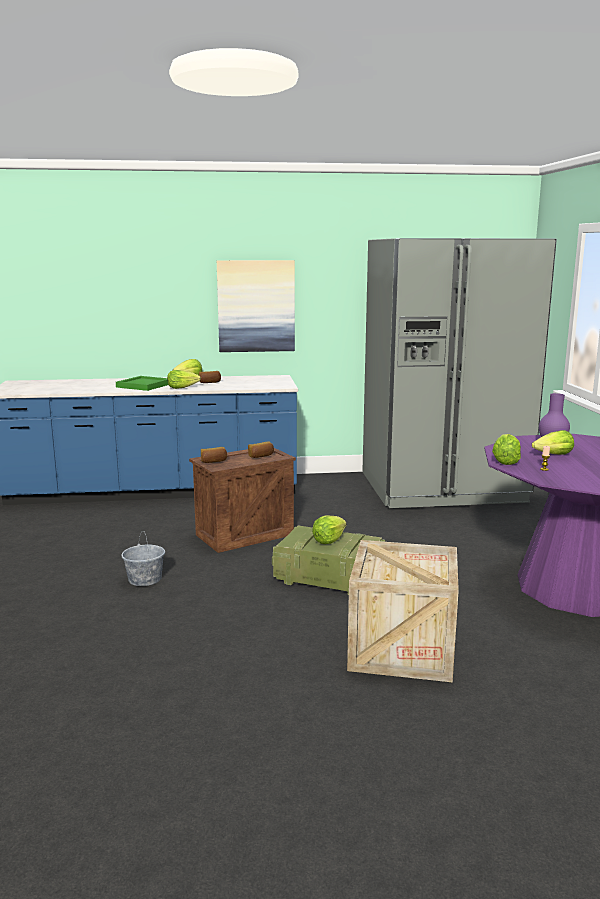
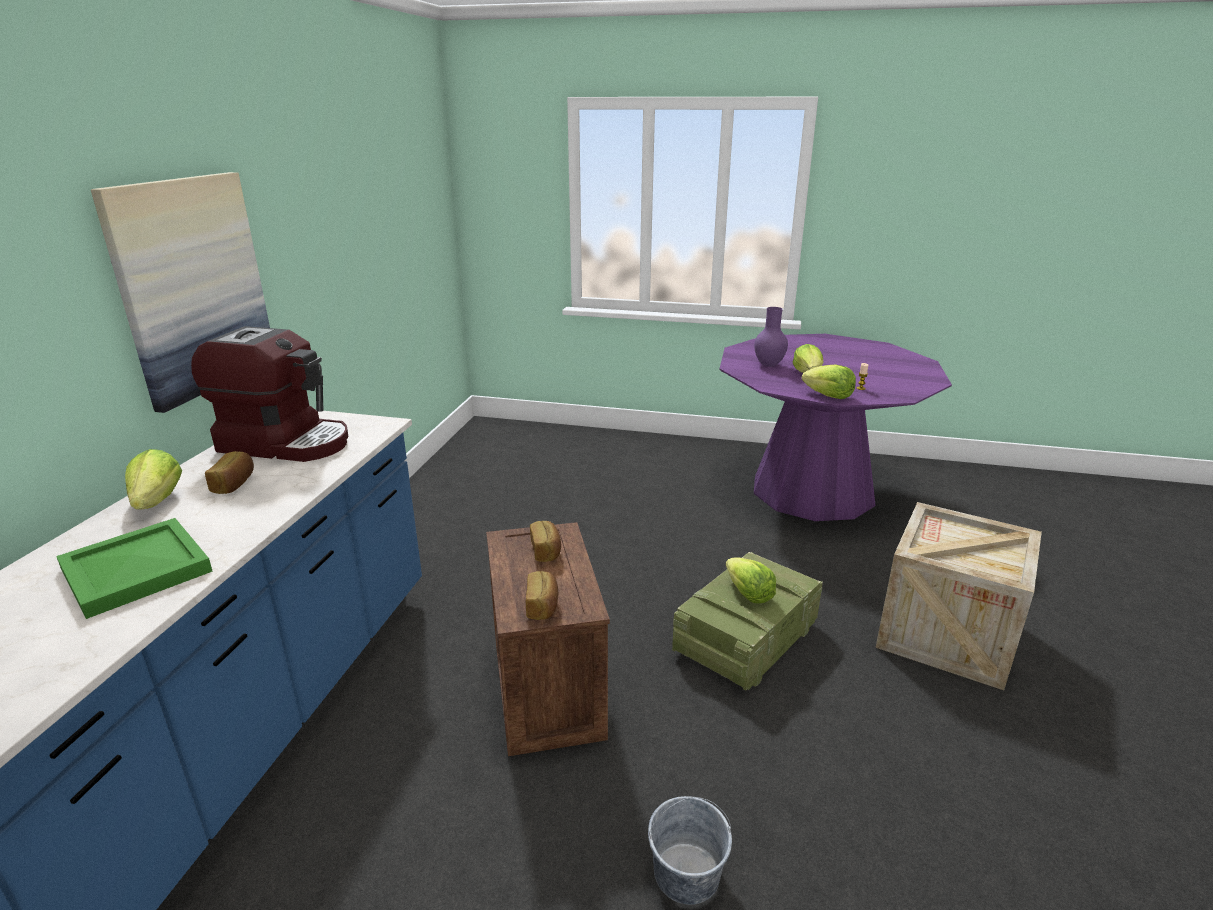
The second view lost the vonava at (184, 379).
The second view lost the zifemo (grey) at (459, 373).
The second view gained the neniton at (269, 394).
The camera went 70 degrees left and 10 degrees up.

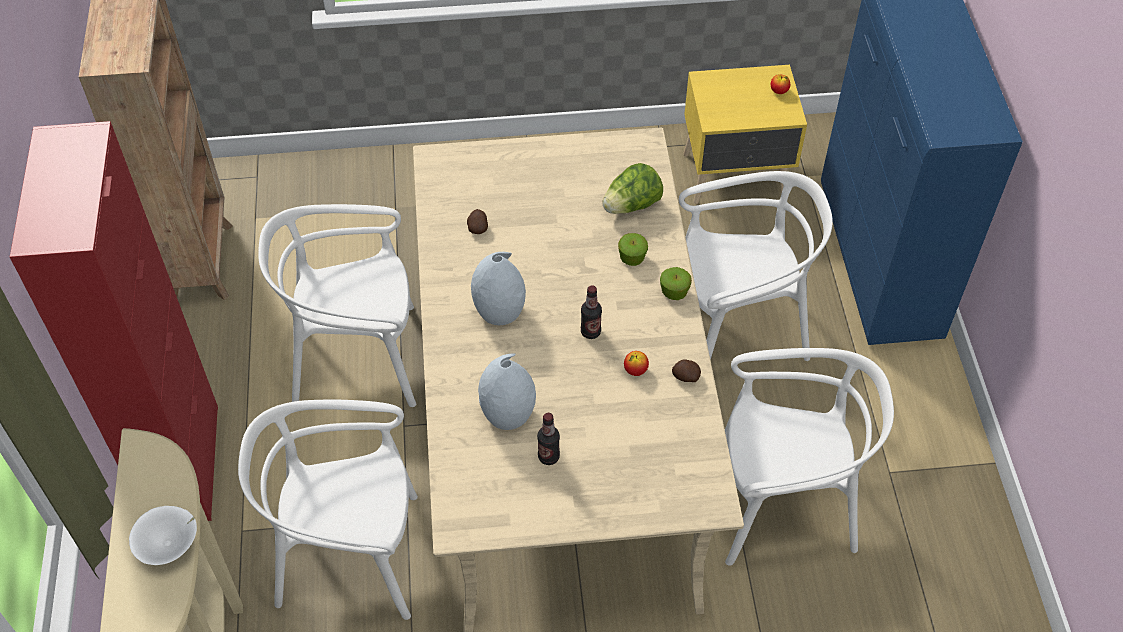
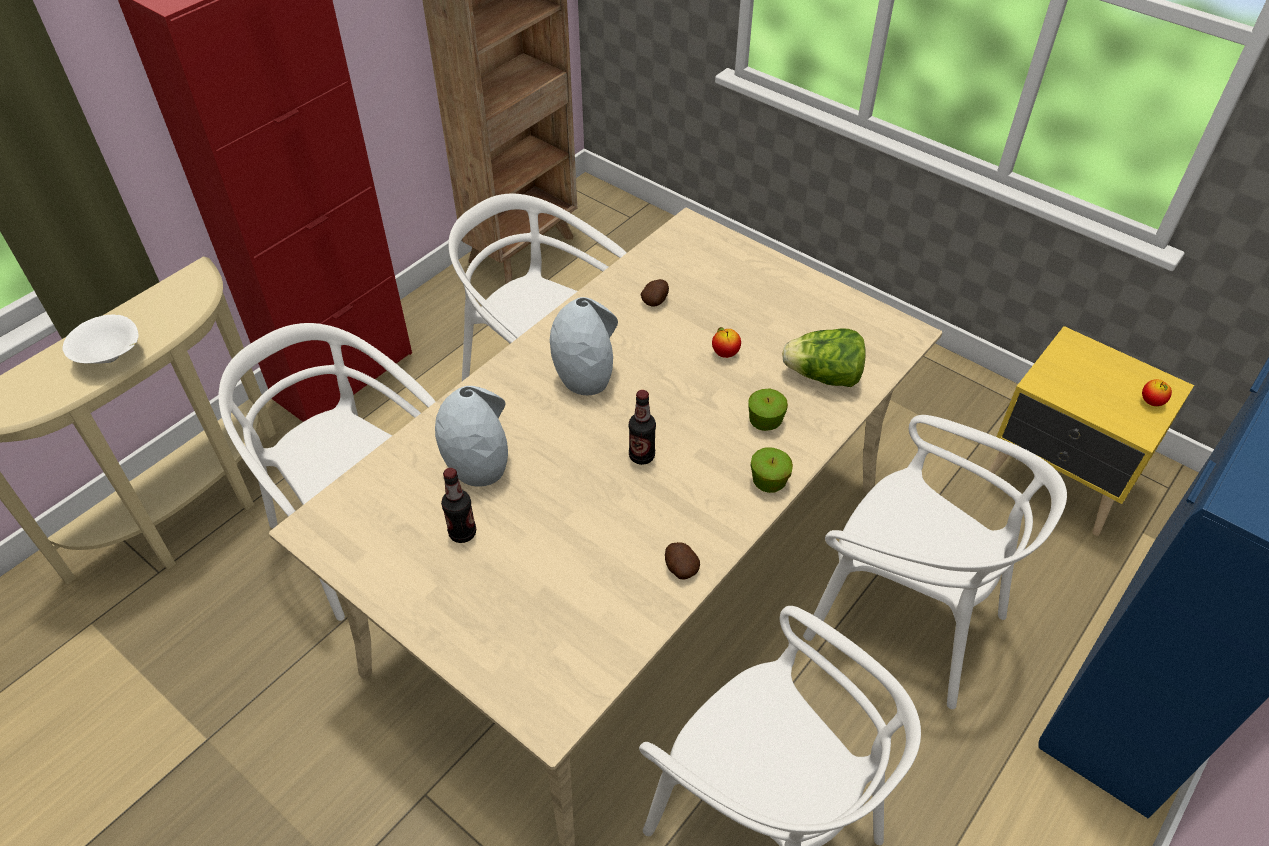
The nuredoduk ended up elsewhere, having gone from (636, 363) to (726, 342).
The camera went 45 degrees right and 5 degrees down.

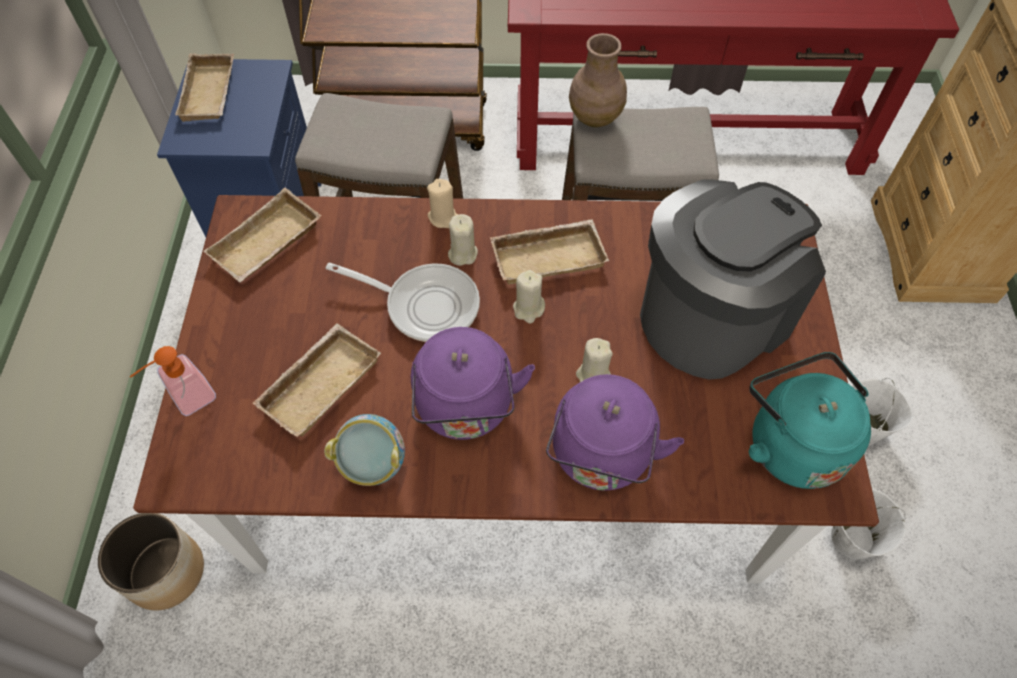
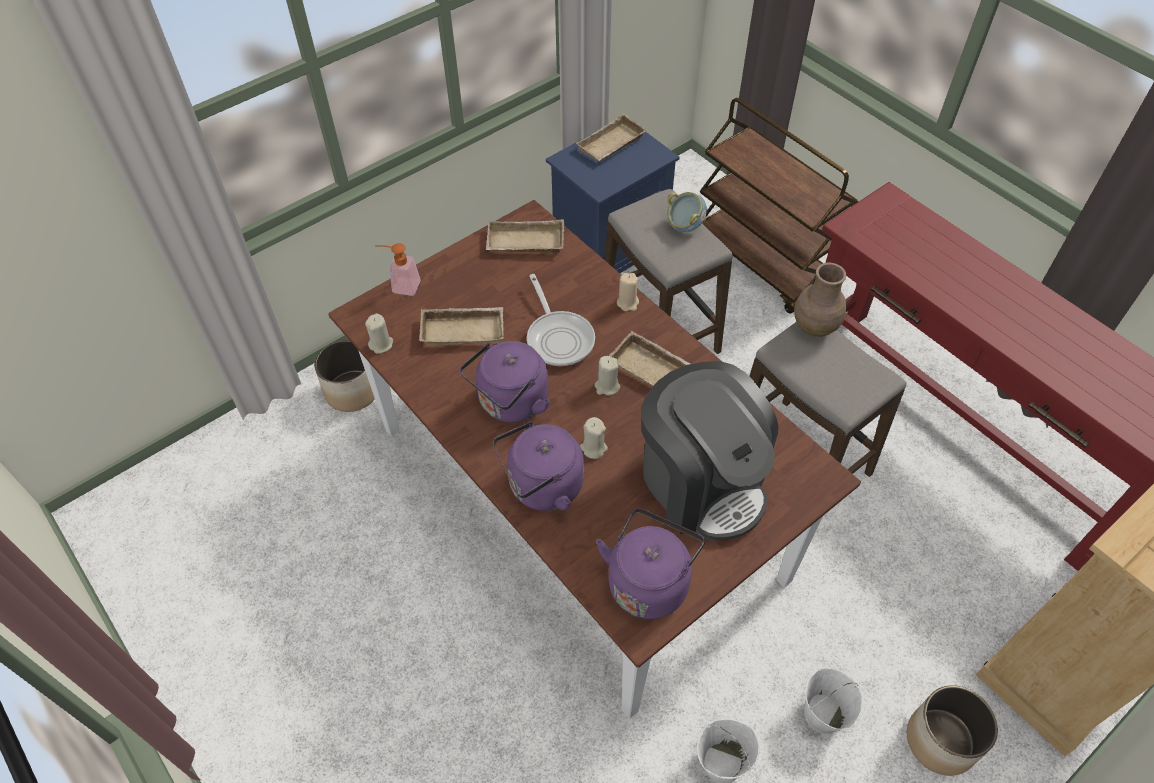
The second view gained the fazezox at (952, 730).
The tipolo ended up elsewhere, having gone from (364, 450) to (687, 212).
The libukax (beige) ended up elsewhere, having gone from (463, 240) to (379, 334).
What was the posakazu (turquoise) at (810, 420) turned into the posakazu (purple) at (650, 563).
The neniton at (733, 279) ended up facing another way, 45 degrees clockwise from before.
The camera went 50 degrees right and 5 degrees down.

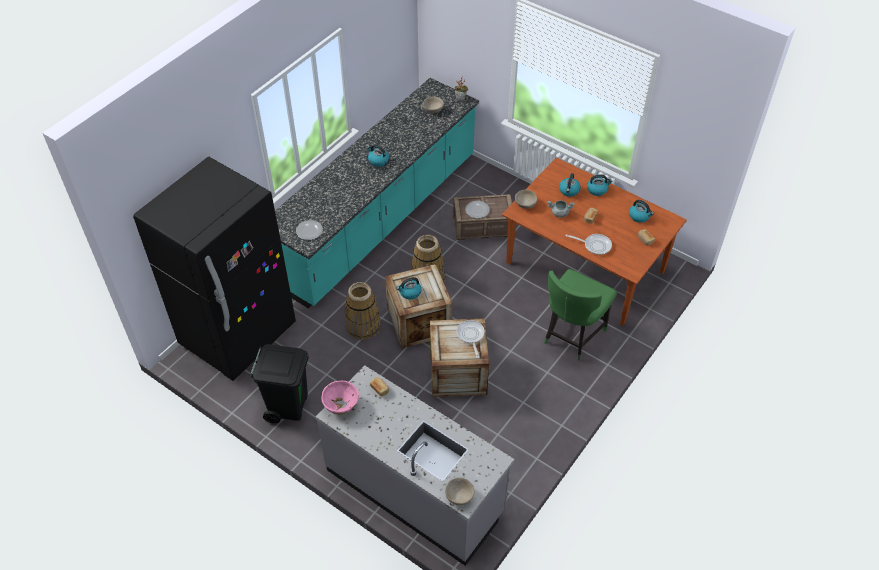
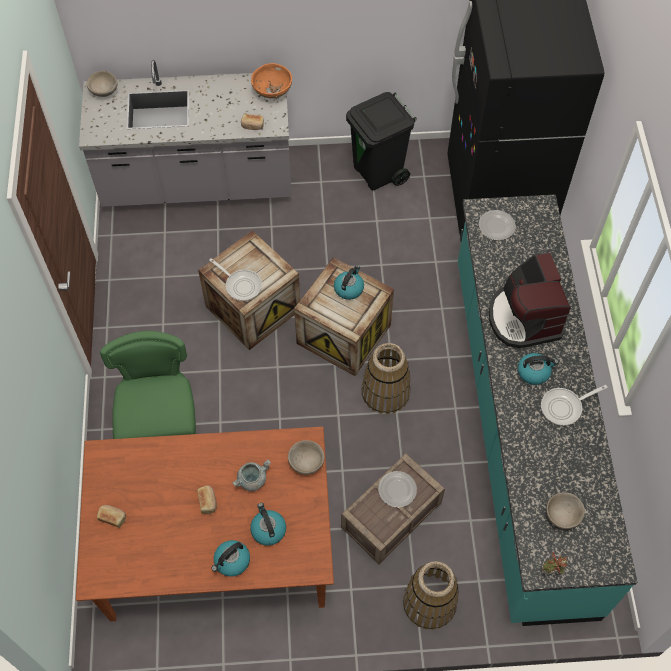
The second view lost the posakazu at (641, 211).
The second view gained the neniton at (530, 300).
The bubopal ended up elsewhere, having gone from (363, 311) to (431, 595).
The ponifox ended up elsewhere, having gone from (589, 244) to (574, 405).
What was the tipolo (pink) at (340, 397) turned into the tipolo (orange) at (271, 80).
The camera went 140 degrees right and 10 degrees up.

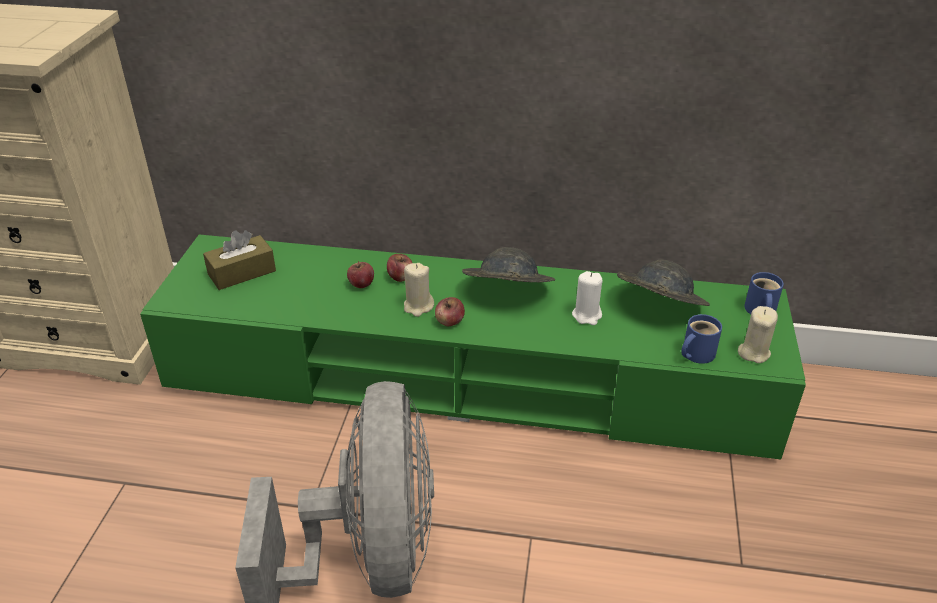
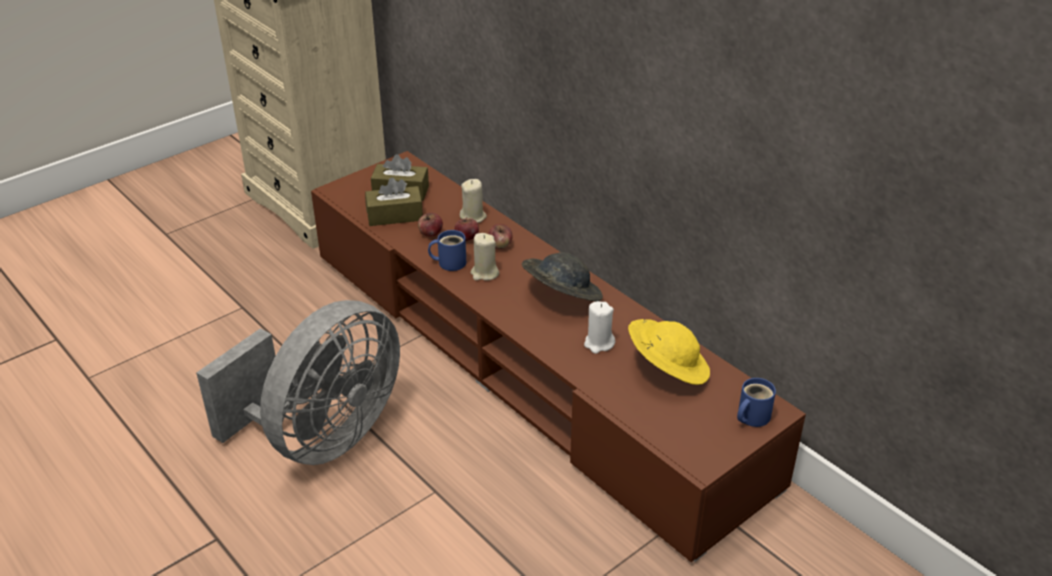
The second view gained the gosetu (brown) at (394, 202).
The nuredoduk ended up elsewhere, having gone from (450, 311) to (430, 225).
The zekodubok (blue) ended up elsewhere, having gone from (701, 339) to (447, 250).
The libukax (beige) ended up elsewhere, having gone from (758, 334) to (473, 201).
What was the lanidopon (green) at (473, 346) turned into the lanidopon (brown) at (558, 356).
What was the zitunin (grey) at (663, 283) turned into the zitunin (yellow) at (669, 352).
The camera went 40 degrees right and 0 degrees up.

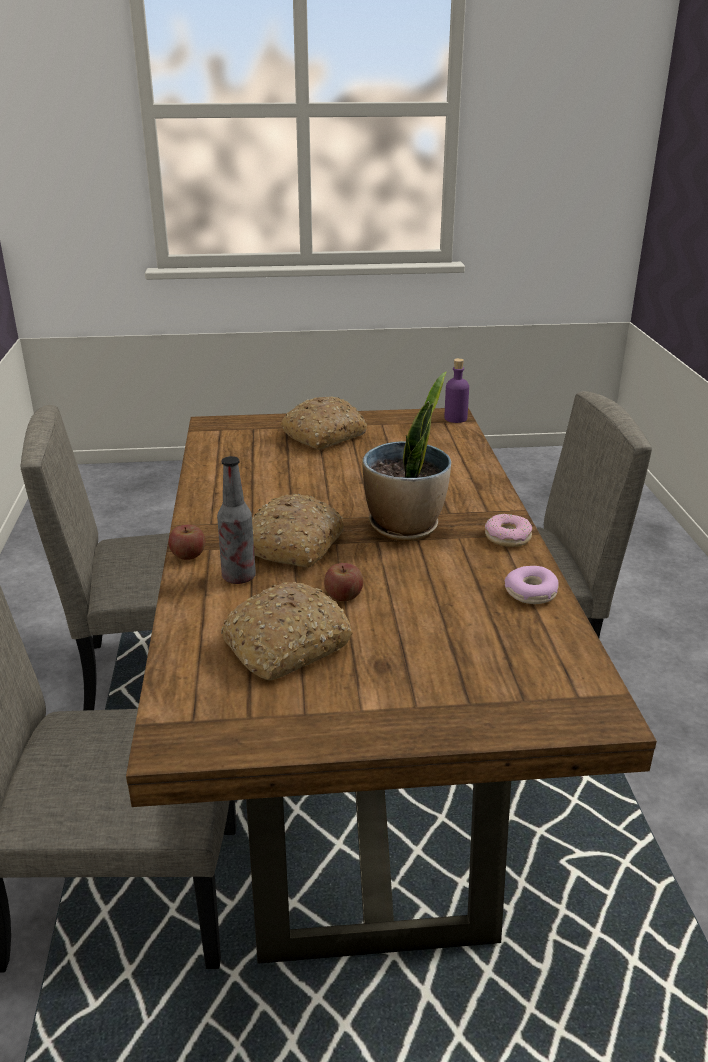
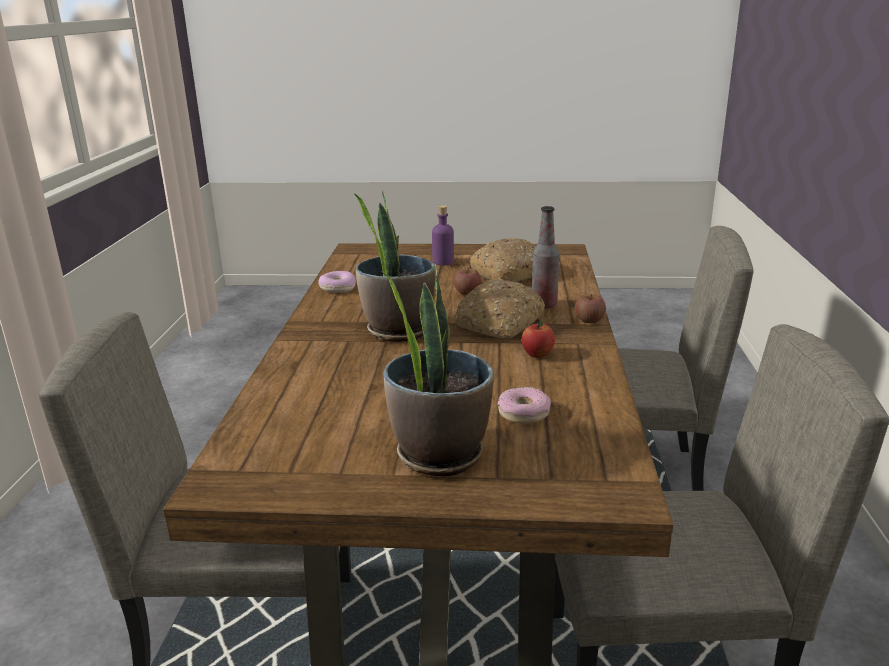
The second view gained the nuredoduk at (538, 339).
The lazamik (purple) ended up elsewhere, having gone from (457, 390) to (443, 235).
The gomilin ended up elsewhere, having gone from (508, 530) to (524, 405).
Where the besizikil stood at (324, 423), the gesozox came to stand at (437, 370).
The camera went 170 degrees left and 5 degrees down.

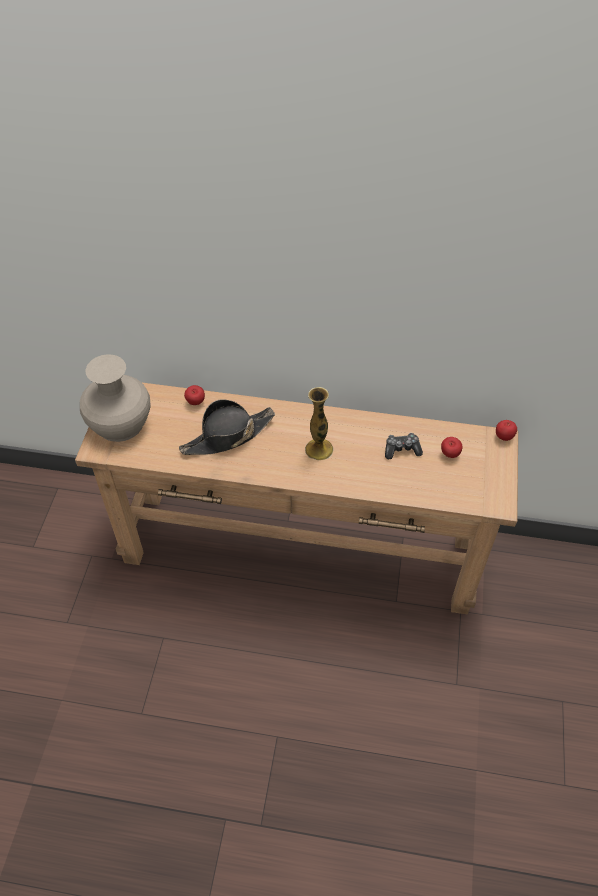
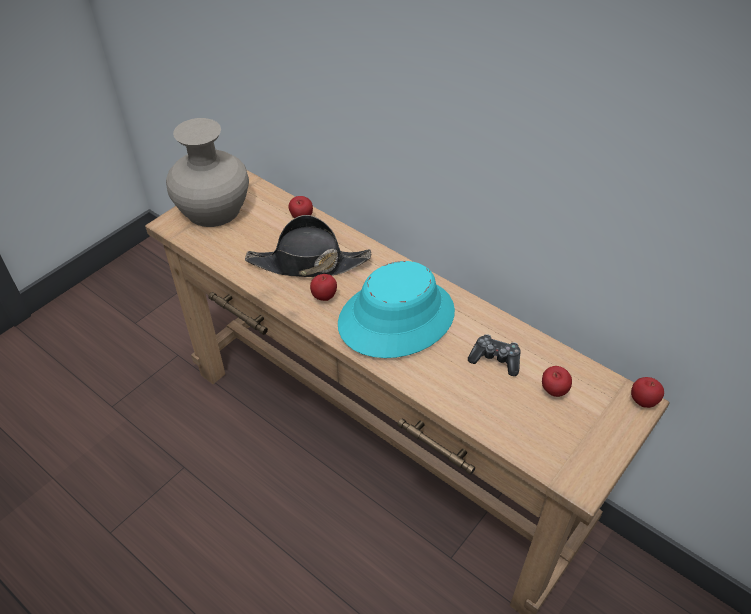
The second view gained the nuredoduk at (323, 287).
Where the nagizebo stood at (319, 423), the zitunin (turquoise) came to stand at (396, 309).
The camera went 30 degrees right and 5 degrees down.

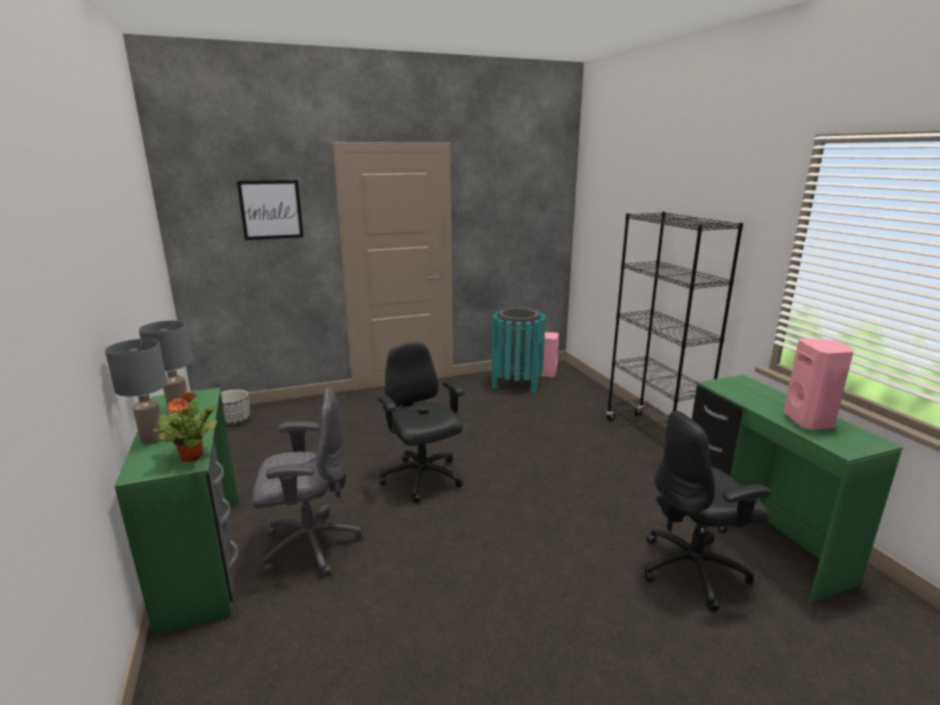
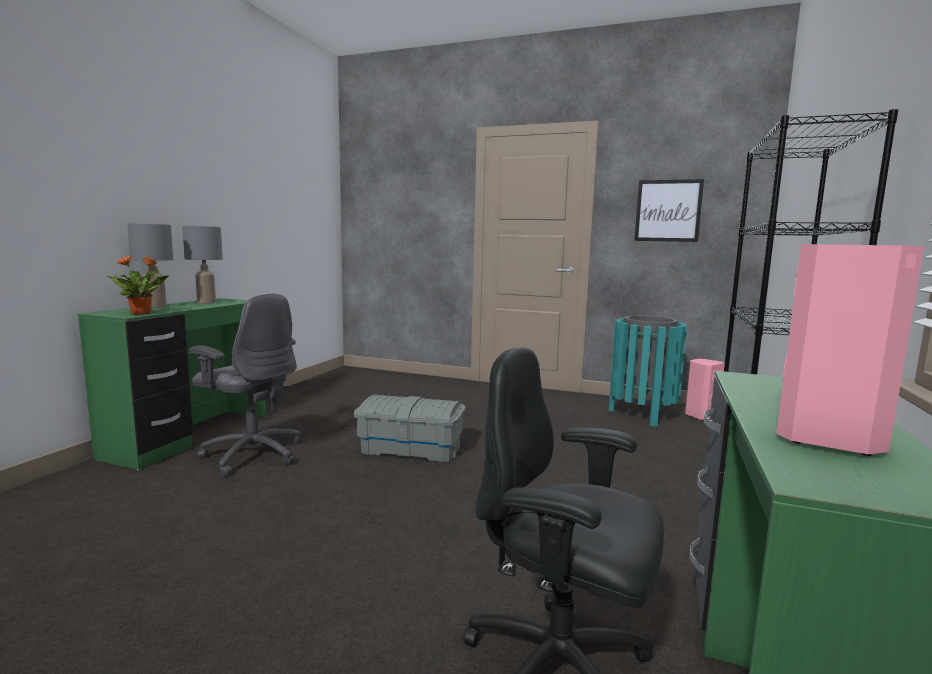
The second view lost the fazezox at (235, 407).
The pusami ended up elsewhere, having gone from (270, 210) to (669, 210).
Where the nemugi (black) stood at (421, 422), the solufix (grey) came to stand at (410, 428).
The camera went 40 degrees right and 10 degrees down.

